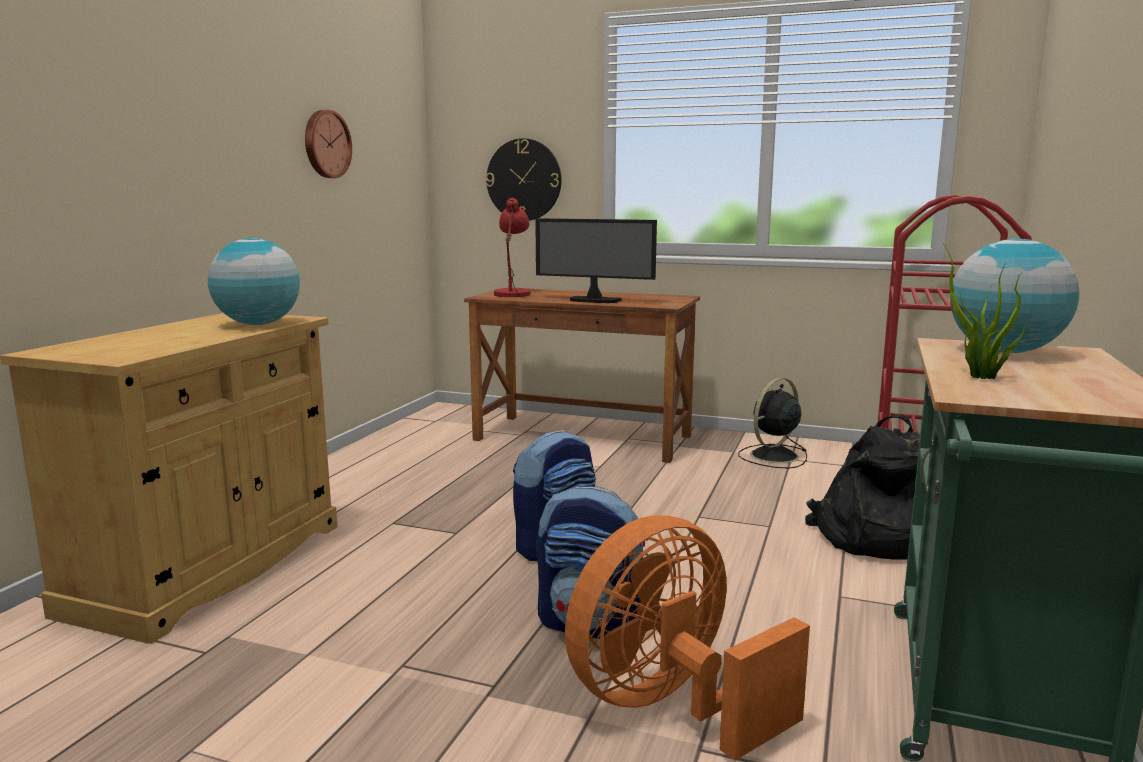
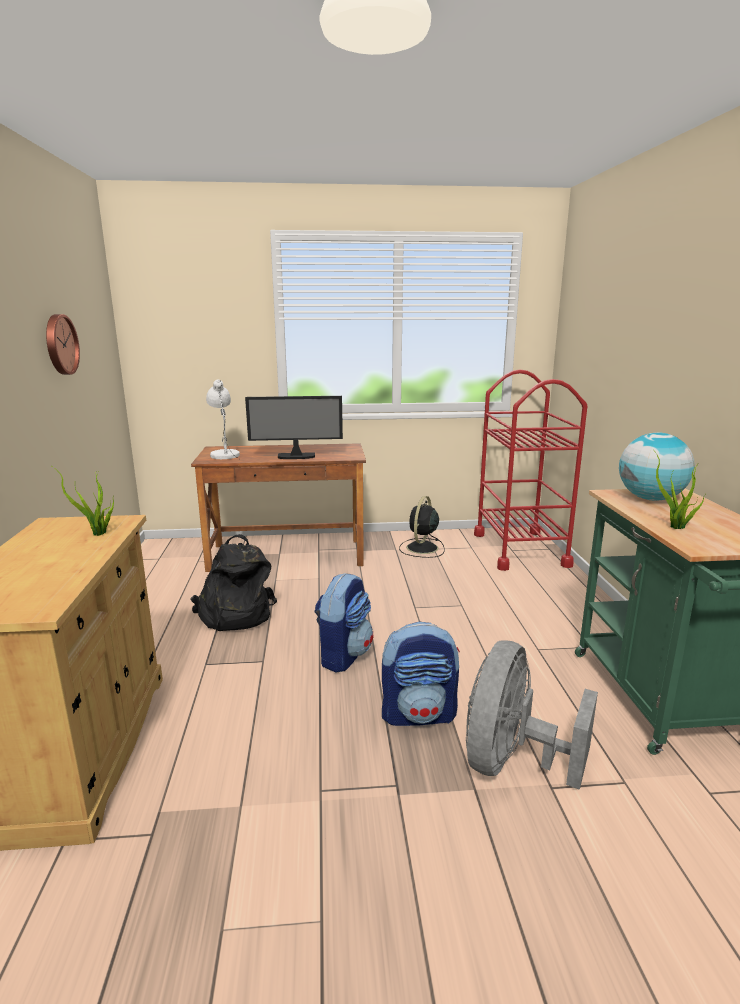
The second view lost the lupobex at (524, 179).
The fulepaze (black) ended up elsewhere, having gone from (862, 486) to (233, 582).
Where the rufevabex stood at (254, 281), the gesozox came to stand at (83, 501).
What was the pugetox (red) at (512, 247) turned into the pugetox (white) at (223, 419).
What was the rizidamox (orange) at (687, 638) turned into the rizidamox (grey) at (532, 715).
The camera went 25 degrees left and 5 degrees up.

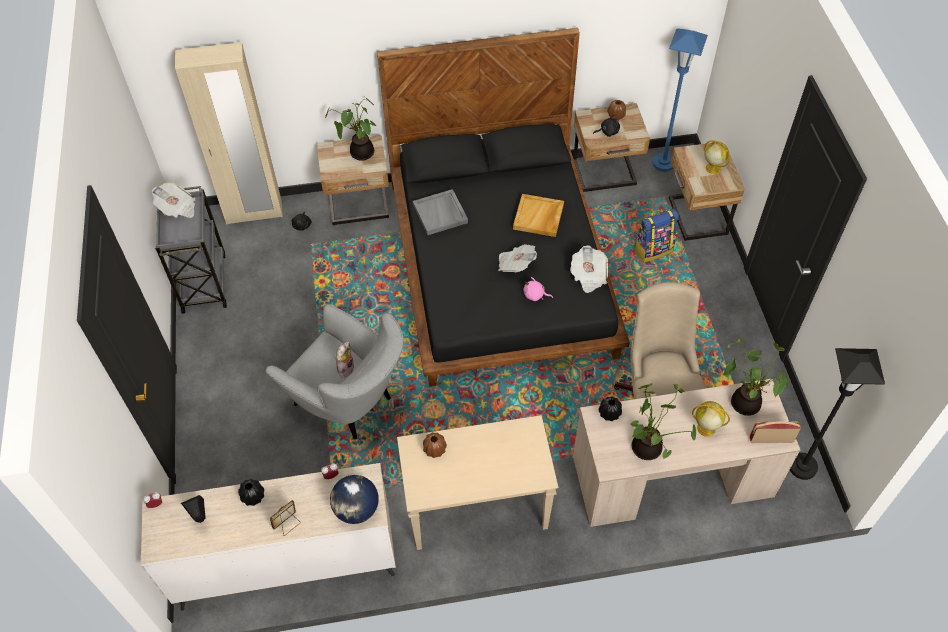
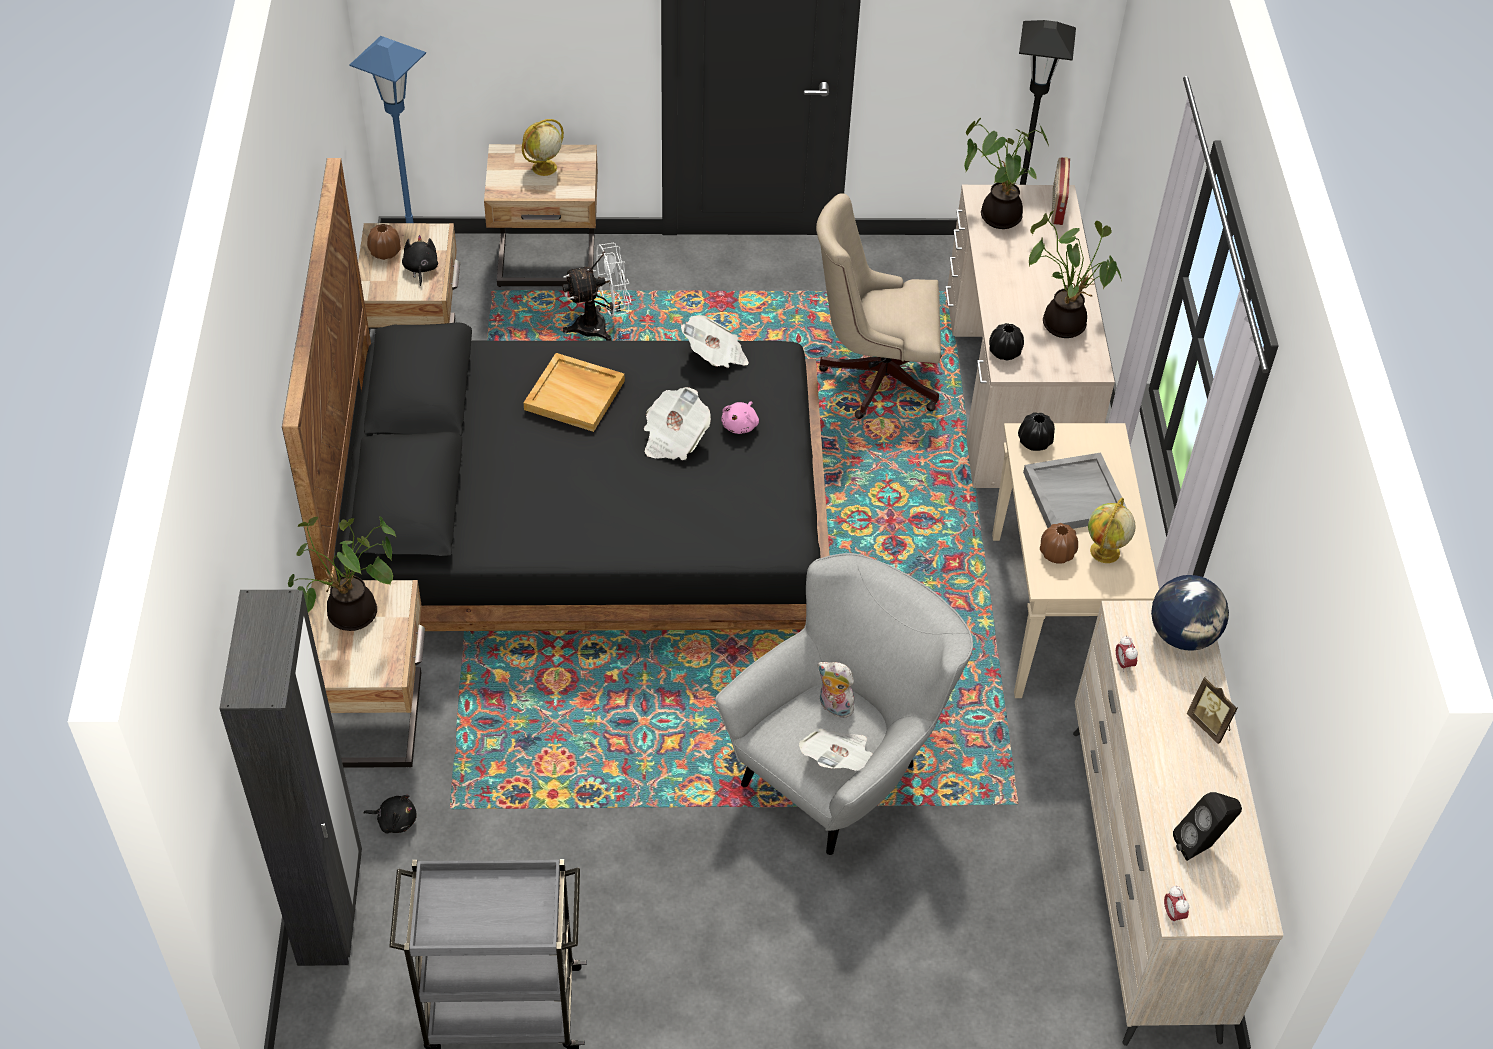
The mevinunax ended up elsewhere, having gone from (173, 200) to (836, 750).
The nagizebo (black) ended up elsewhere, having gone from (251, 492) to (1036, 431).
The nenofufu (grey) ended up elsewhere, having gone from (440, 212) to (1075, 490).
The rufevabex ended up elsewhere, having gone from (711, 419) to (1112, 530).
Where the fulepaze stood at (656, 235), the rizidamox (white) came to stand at (596, 292).
What was the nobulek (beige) at (229, 133) turned into the nobulek (black) at (290, 778).
The camera went 85 degrees left and 5 degrees down.

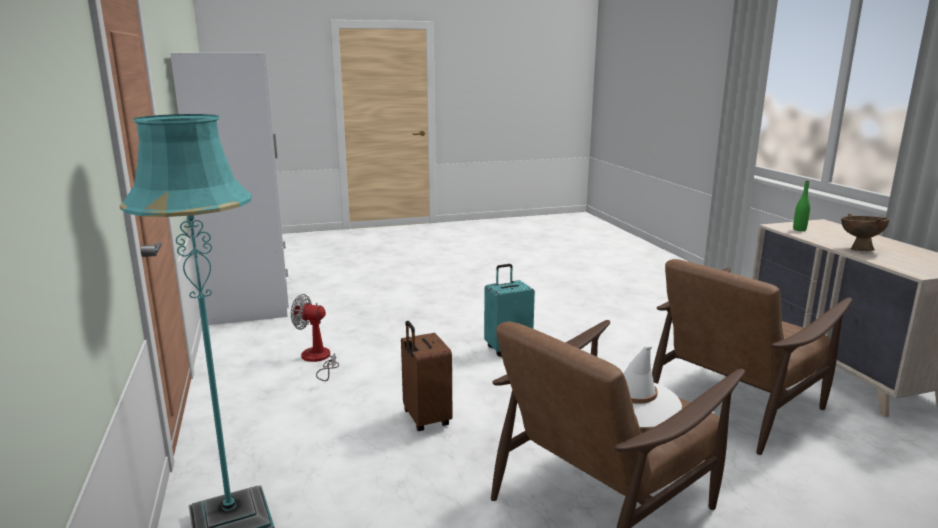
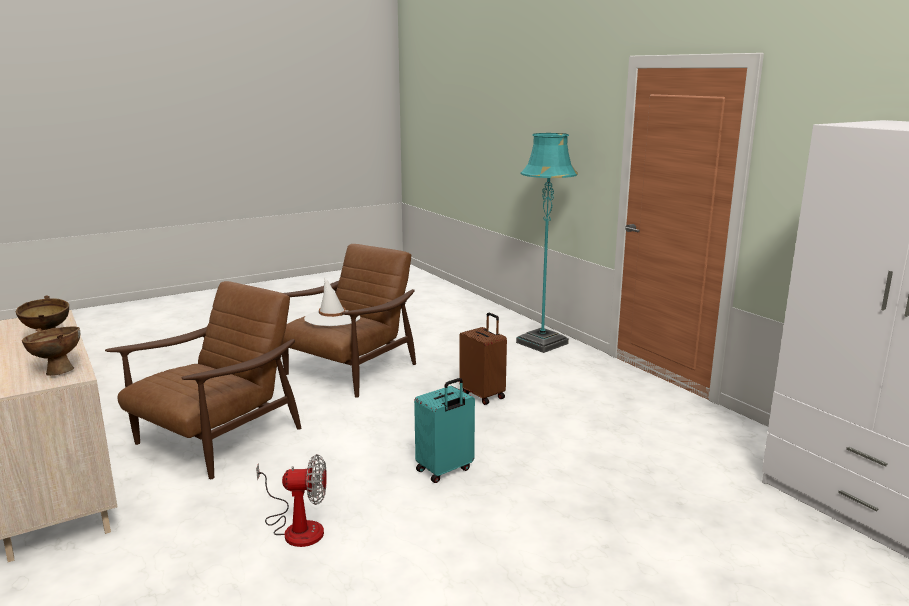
The rizidamox ended up elsewhere, having gone from (315, 337) to (291, 500).
Where the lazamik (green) stood at (801, 206), the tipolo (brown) came to stand at (51, 351).
The camera went 165 degrees right and 0 degrees up.

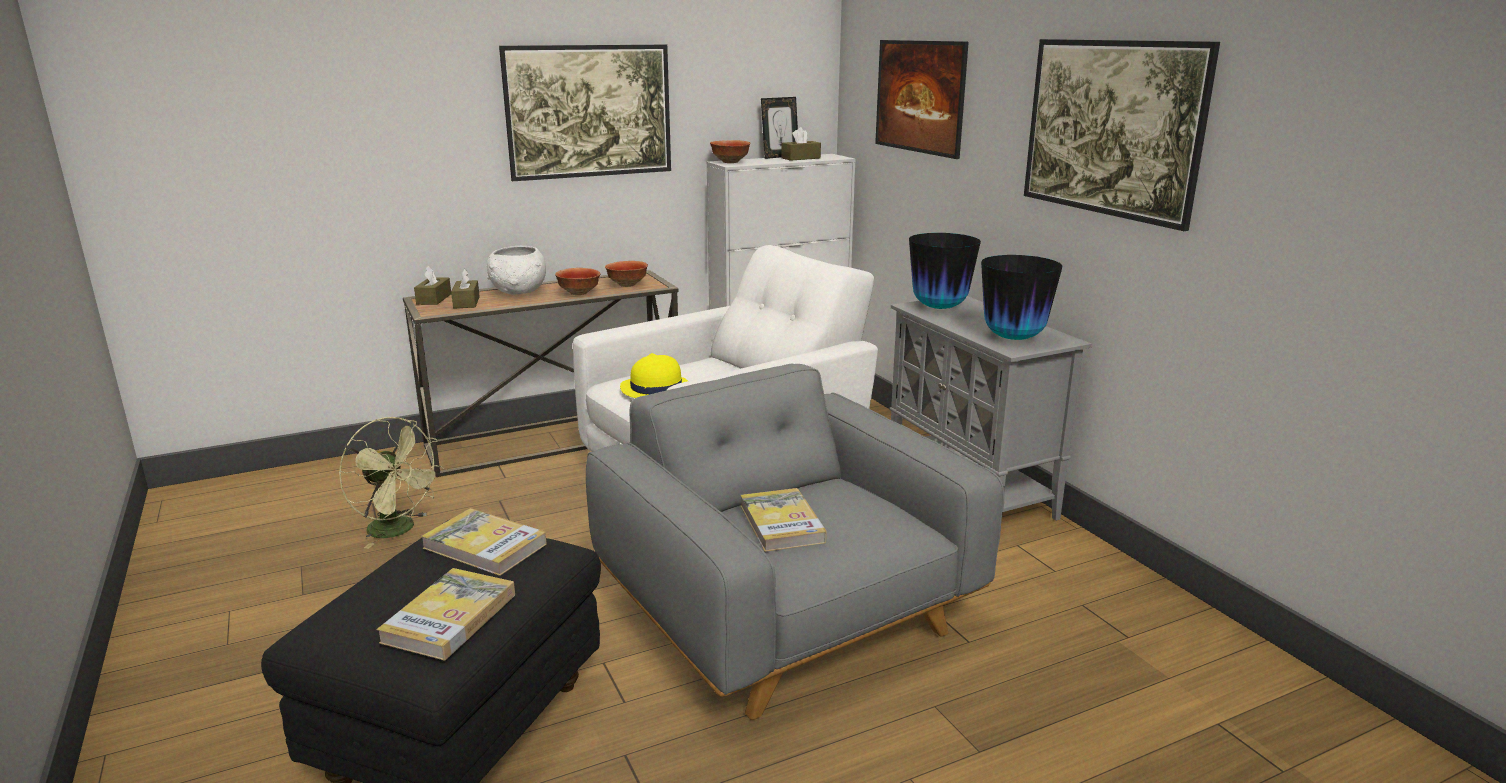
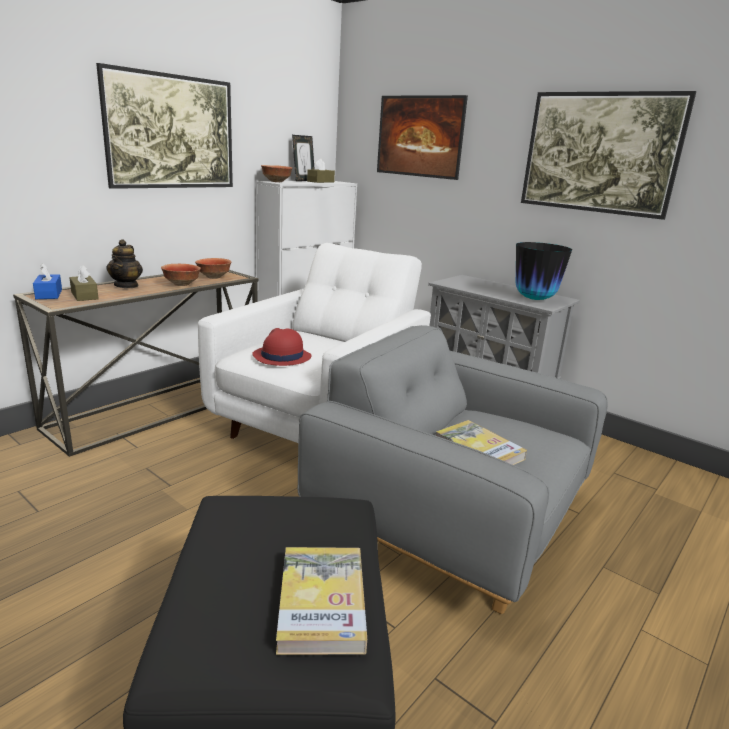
The second view lost the rizidamox (green) at (391, 483).
The second view lost the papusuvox at (484, 542).
The second view lost the nagizebo at (945, 271).
Where the tipolo (white) stood at (516, 270), the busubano came to stand at (124, 263).
What was the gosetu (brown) at (432, 285) turned into the gosetu (blue) at (47, 281).
What was the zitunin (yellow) at (654, 375) turned into the zitunin (red) at (281, 347).
The camera went 25 degrees left and 0 degrees up.

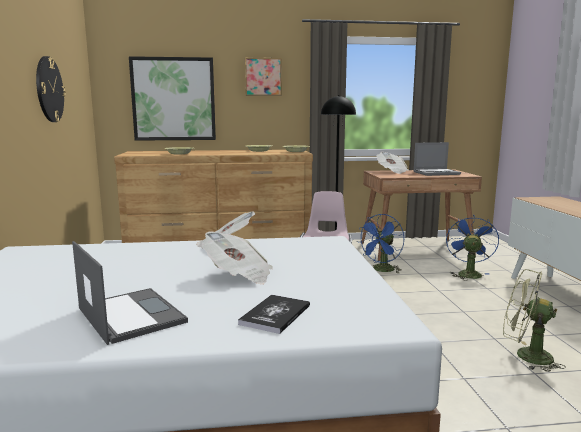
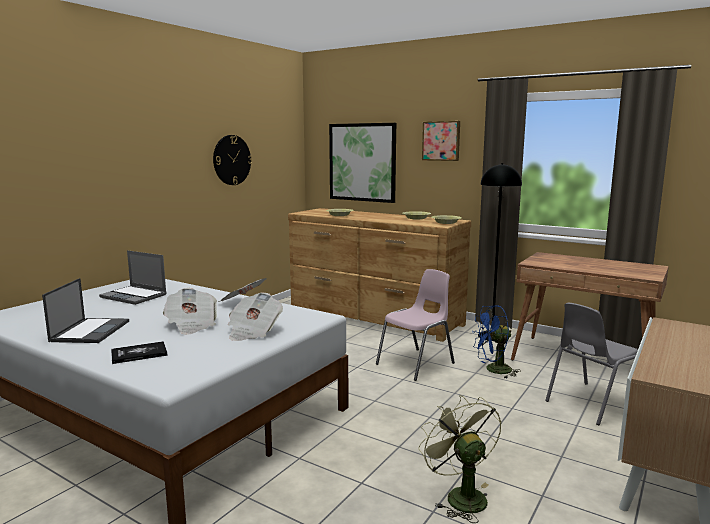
The mevinunax ended up elsewhere, having gone from (392, 163) to (255, 316).
The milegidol ended up elsewhere, having gone from (437, 159) to (133, 277).
Where the rizidamox (blue) stood at (472, 248), the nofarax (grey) came to stand at (591, 364).
The camera went 40 degrees right and 0 degrees up.

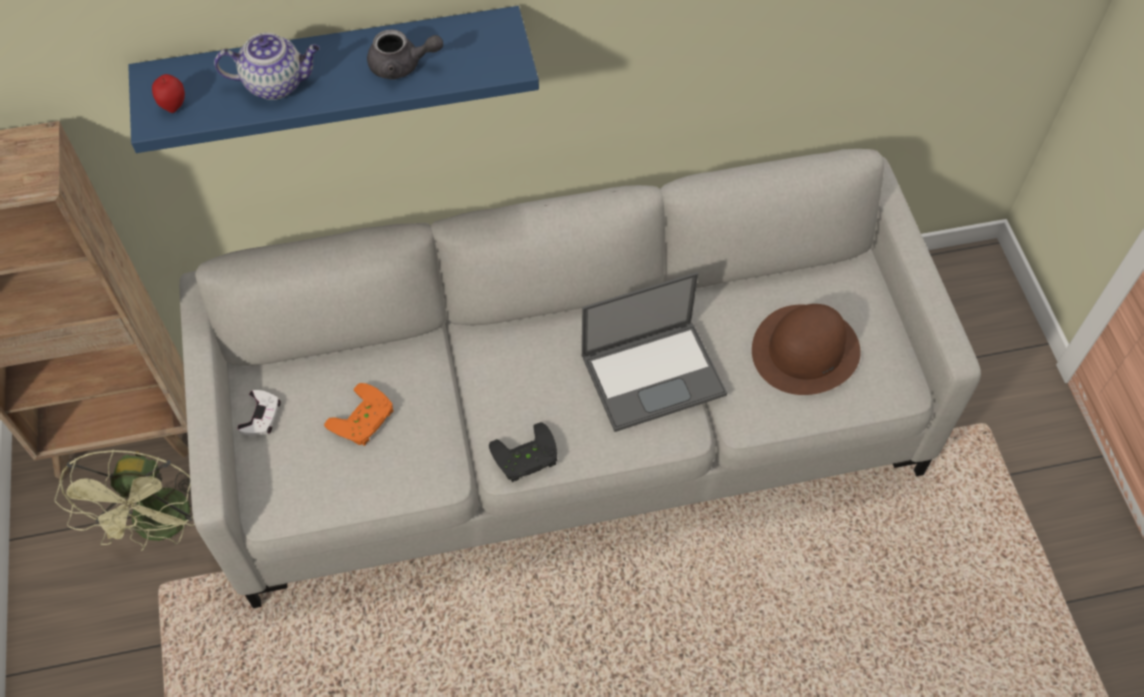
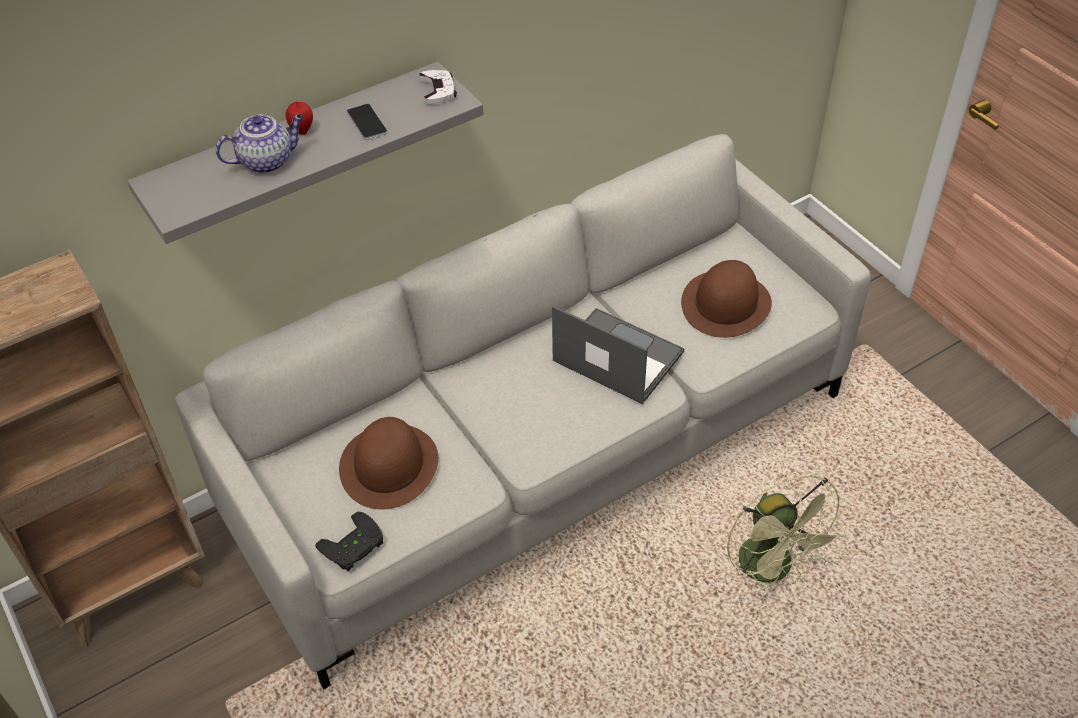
The rizidamox (green) ended up elsewhere, having gone from (124, 500) to (788, 532).
The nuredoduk ended up elsewhere, having gone from (168, 93) to (299, 118).
The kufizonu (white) ended up elsewhere, having gone from (259, 413) to (438, 87).
The kufizonu (black) ended up elsewhere, having gone from (523, 452) to (349, 541).
Where the kufizonu (orange) stood at (358, 414), the zitunin (brown) came to stand at (388, 463).
Where the busubano (grey) stood at (405, 54), the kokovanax came to stand at (367, 122).
What was the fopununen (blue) at (333, 79) turned into the fopununen (grey) at (305, 153).
The milegidol at (654, 352) ended up facing another way, 105 degrees counterclockwise from before.
The camera went 20 degrees left and 10 degrees down.

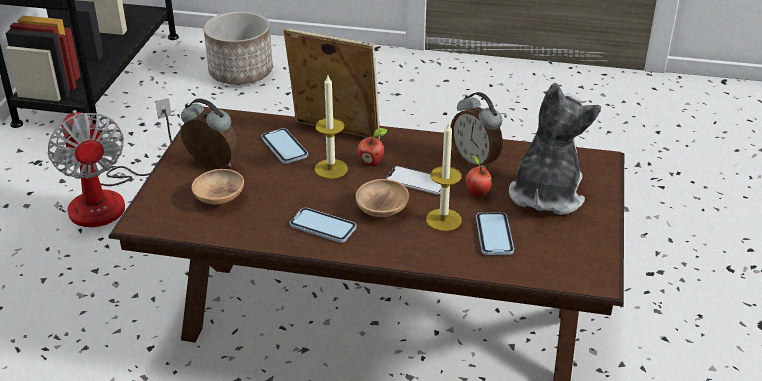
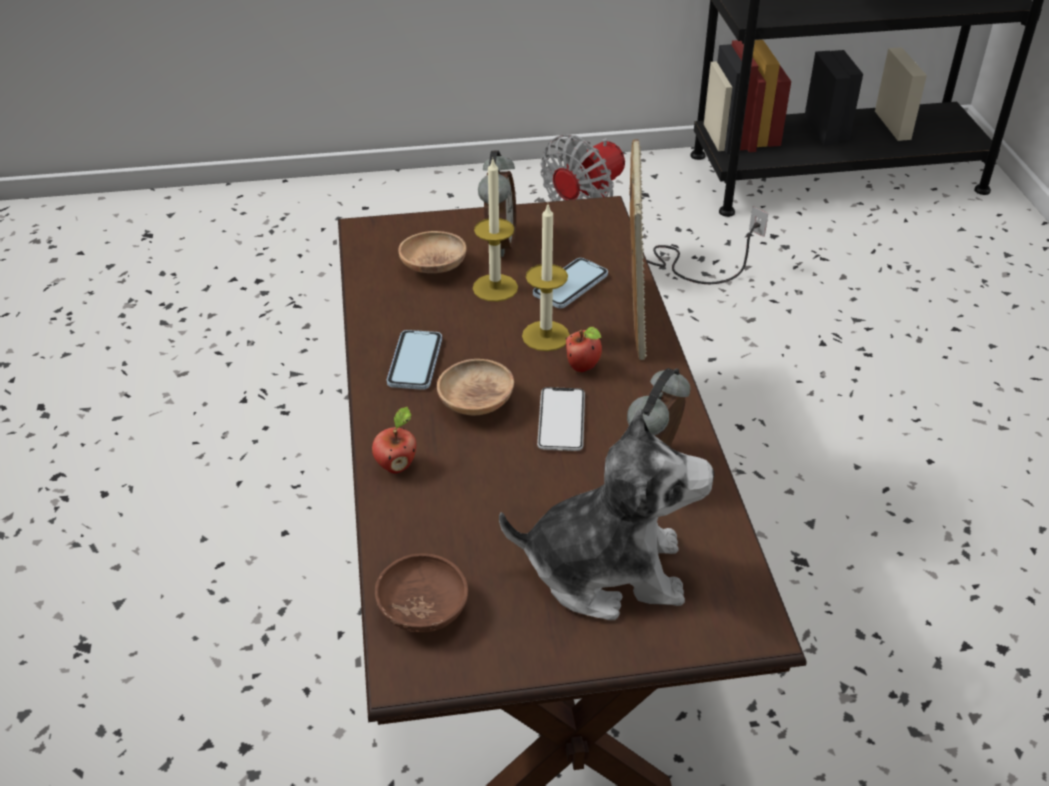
The second view lost the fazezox at (238, 48).
The second view lost the kokovanax at (495, 233).
The second view gained the tipolo (brown) at (421, 593).
The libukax ended up elsewhere, having gone from (443, 176) to (495, 230).
The nuredoduk ended up elsewhere, having gone from (479, 176) to (394, 440).
The camera went 70 degrees right and 5 degrees up.

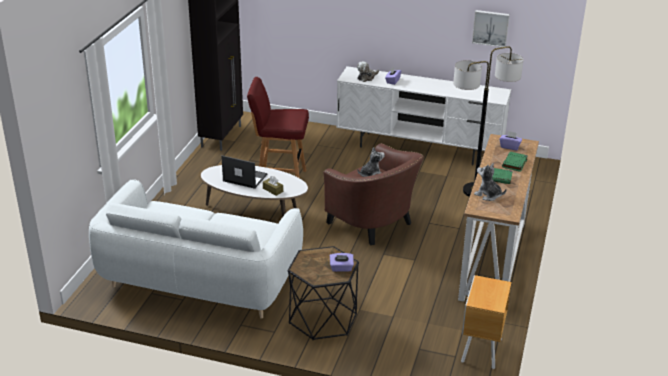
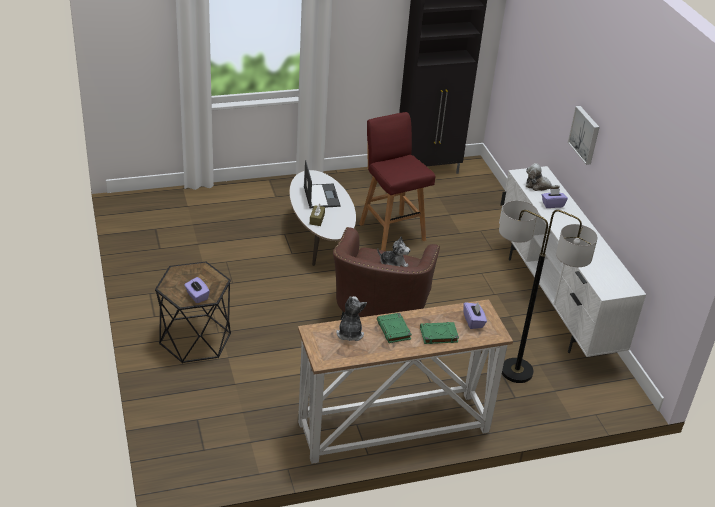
The second view lost the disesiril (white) at (196, 249).
The second view lost the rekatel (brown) at (486, 322).
The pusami ended up elsewhere, having gone from (491, 28) to (584, 135).
The camera went 55 degrees right and 5 degrees up.

